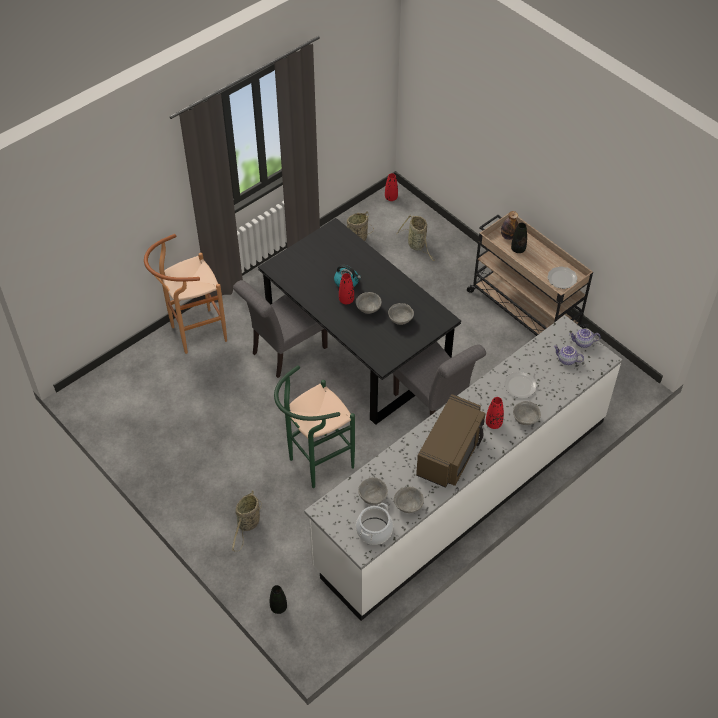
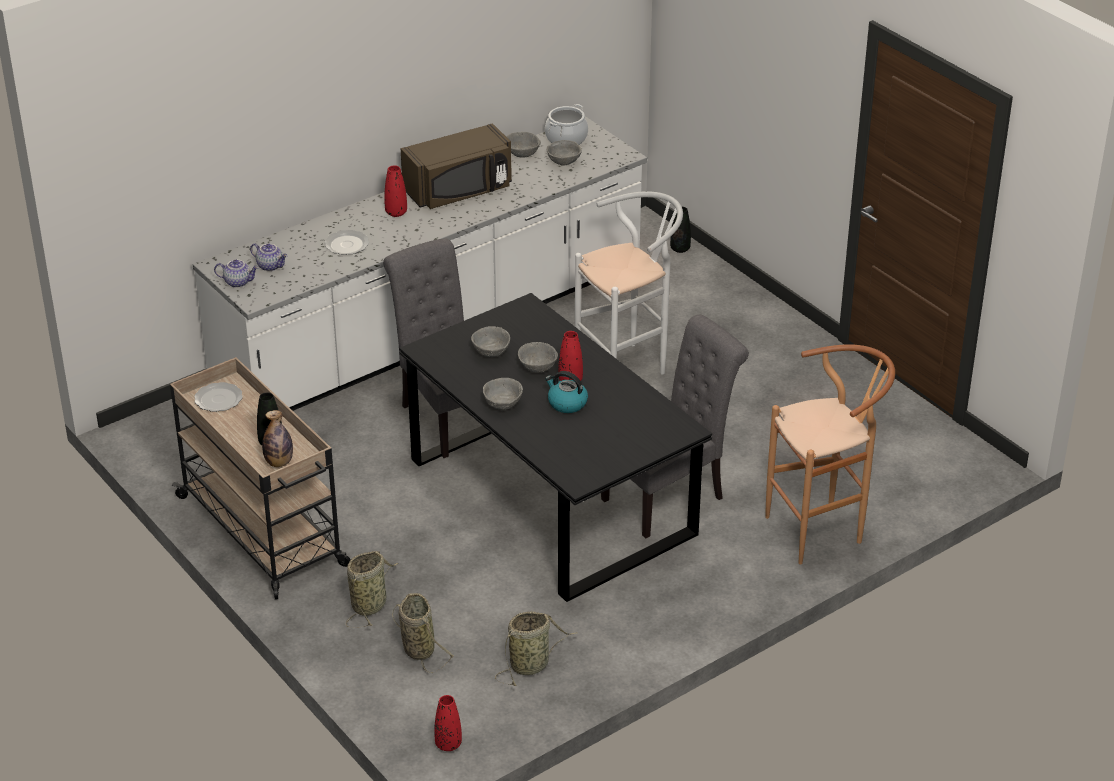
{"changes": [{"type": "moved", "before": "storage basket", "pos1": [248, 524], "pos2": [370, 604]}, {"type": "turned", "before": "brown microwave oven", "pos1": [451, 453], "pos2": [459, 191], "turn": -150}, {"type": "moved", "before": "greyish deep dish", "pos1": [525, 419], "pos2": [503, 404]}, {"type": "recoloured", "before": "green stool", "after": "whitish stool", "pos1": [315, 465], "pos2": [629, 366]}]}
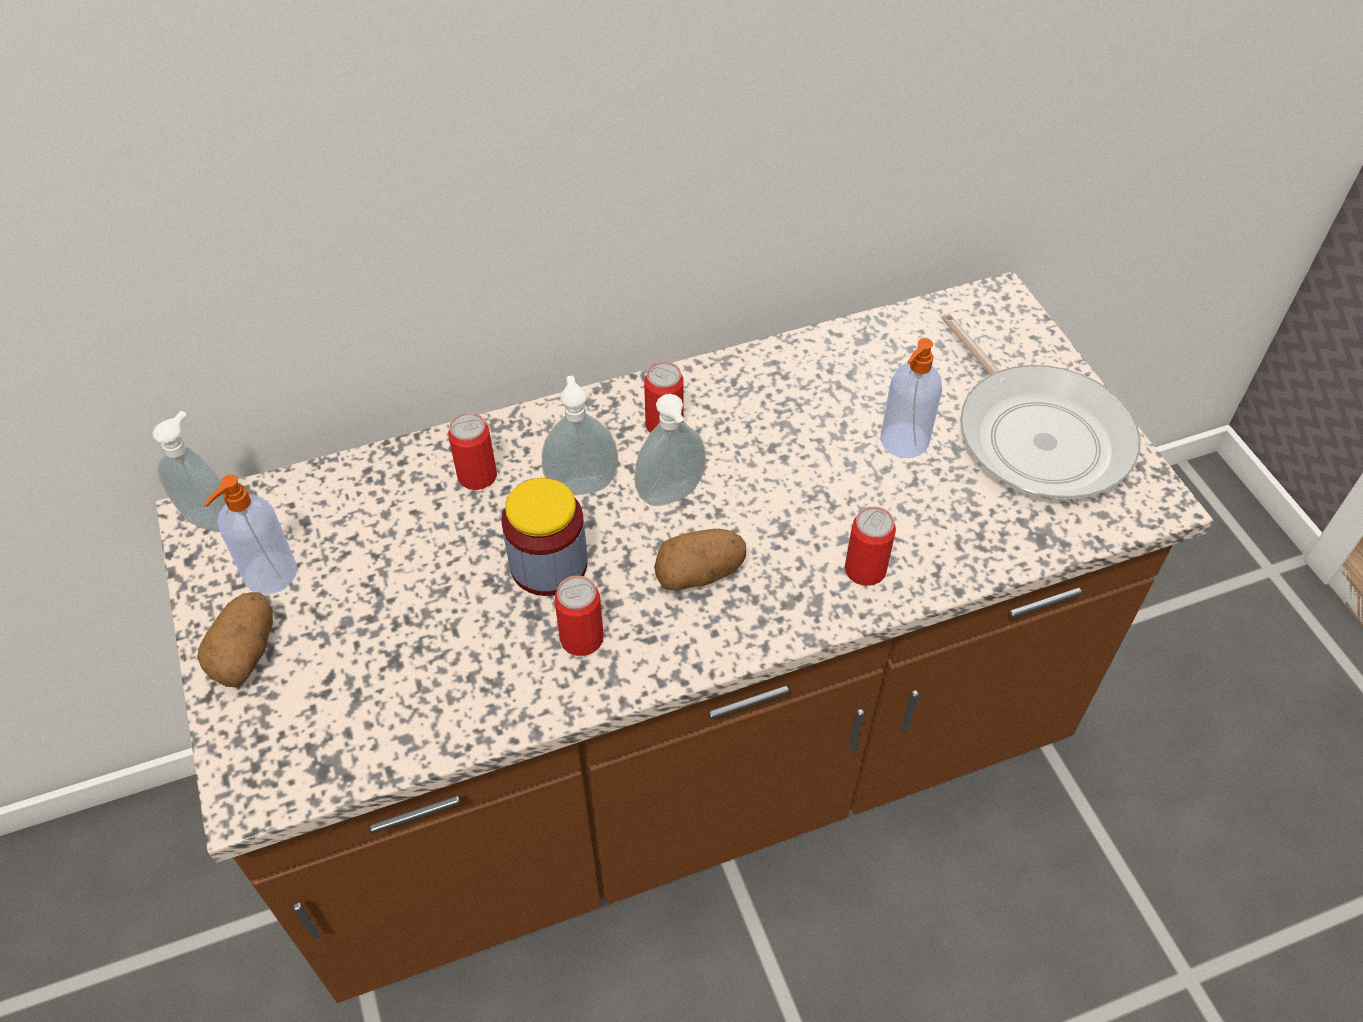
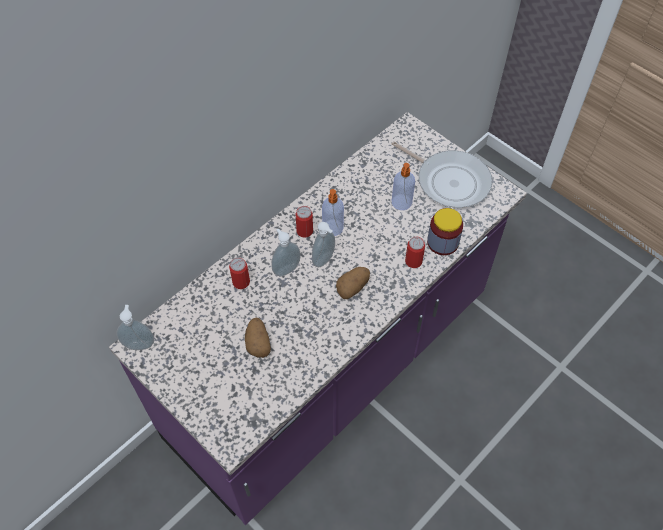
{"changes": [{"type": "recoloured", "before": "brown kitchen base unit", "after": "purple kitchen base unit", "pos1": [681, 767], "pos2": [331, 369]}, {"type": "moved", "before": "whole potato", "pos1": [246, 652], "pos2": [258, 343]}, {"type": "moved", "before": "soap dispenser", "pos1": [269, 575], "pos2": [332, 228]}, {"type": "moved", "before": "storage jar", "pos1": [549, 564], "pos2": [442, 242]}, {"type": "removed", "before": "metal can", "pos1": [582, 638]}]}
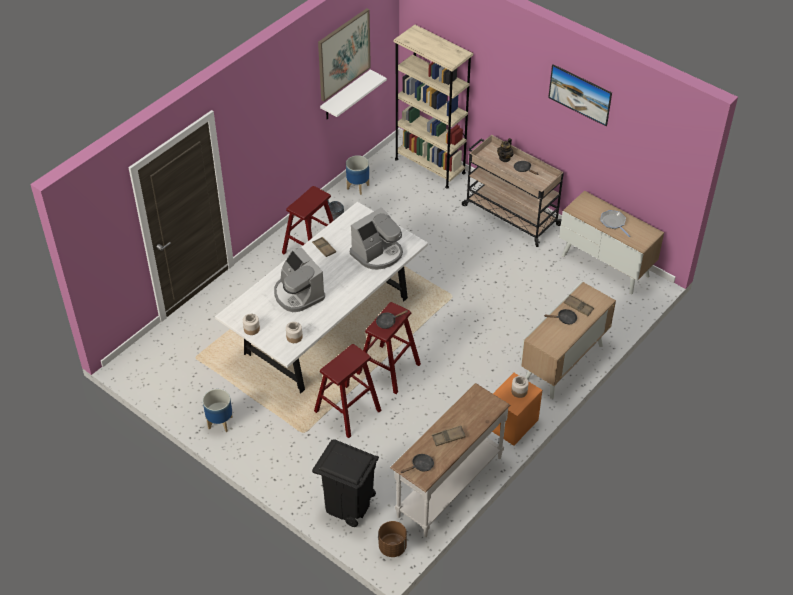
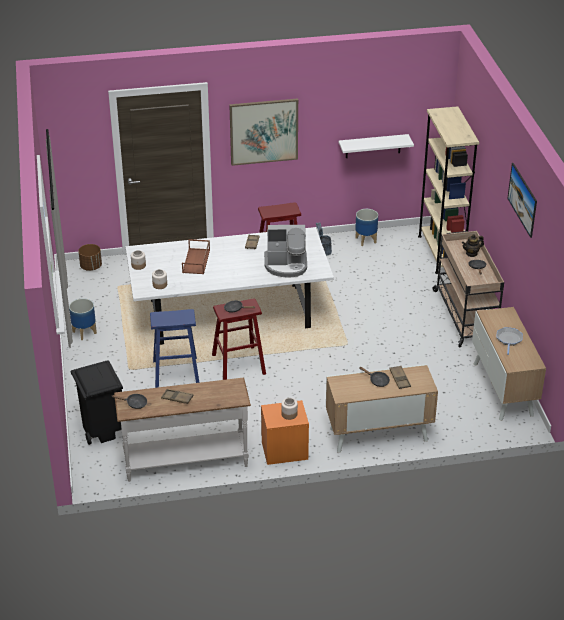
{"changes": [{"type": "moved", "before": "brown plant pot", "pos1": [392, 547], "pos2": [91, 267]}, {"type": "recoloured", "before": "red-coloured stool", "after": "blue stool", "pos1": [347, 411], "pos2": [176, 373]}, {"type": "replaced", "before": "coffee machine", "after": "brown serving tray", "pos1": [298, 294], "pos2": [196, 261]}, {"type": "moved", "before": "wall art", "pos1": [343, 54], "pos2": [264, 131]}]}
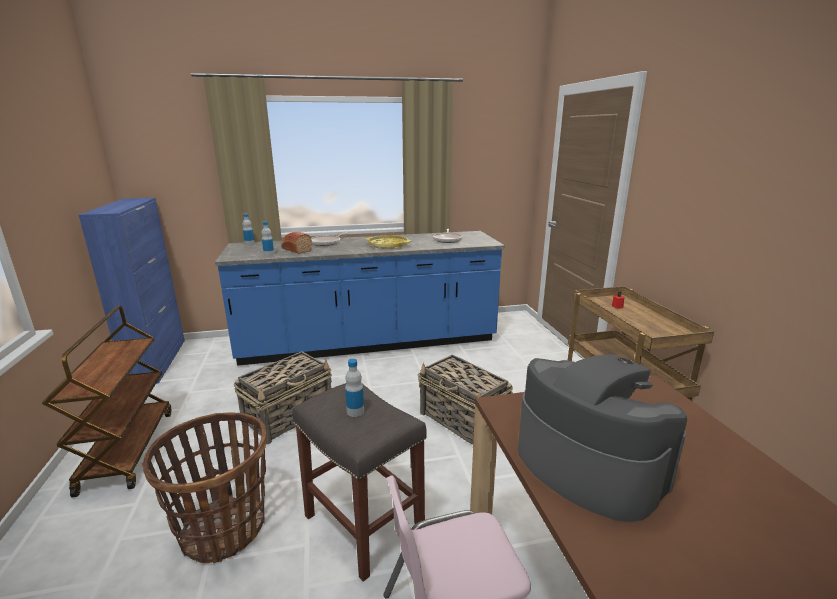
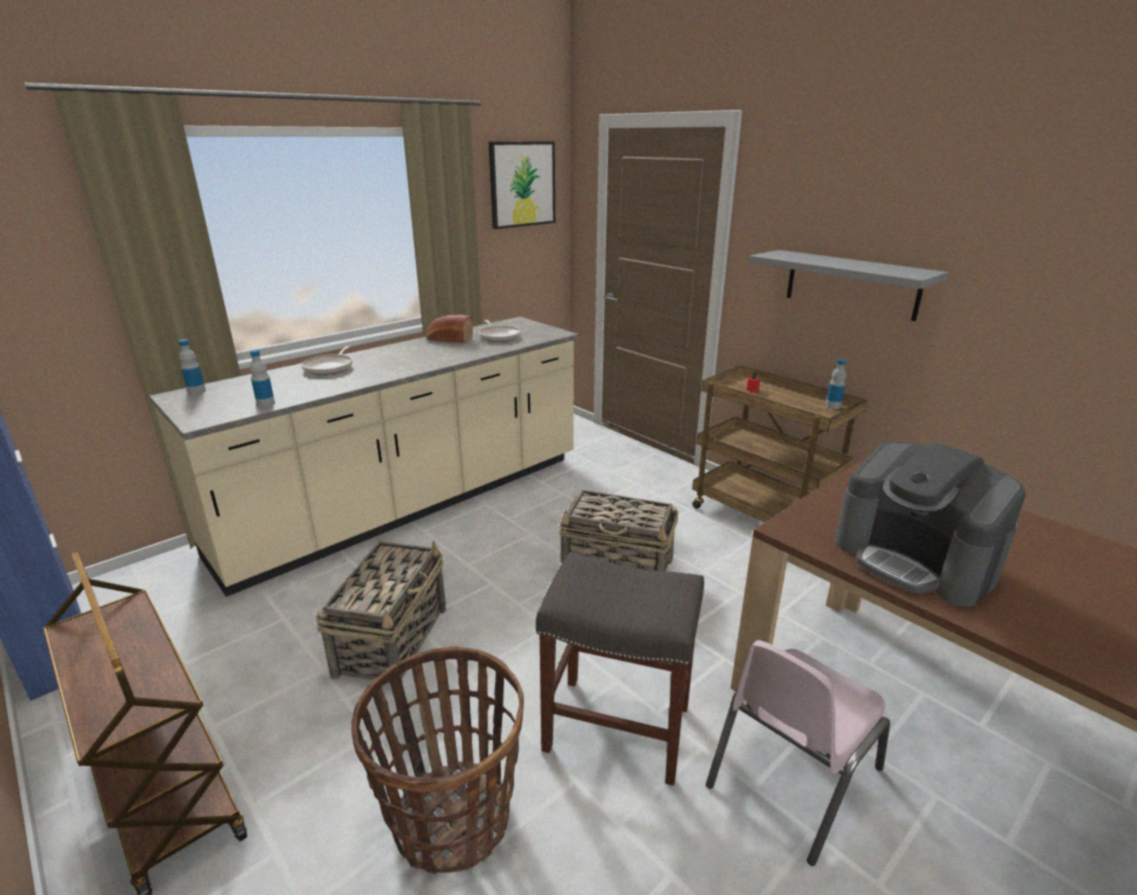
{"changes": [{"type": "recoloured", "before": "blue kitchen base unit", "after": "sand-coloured kitchen base unit", "pos1": [369, 344], "pos2": [410, 506]}, {"type": "moved", "before": "bakery bread", "pos1": [295, 249], "pos2": [449, 339]}, {"type": "added", "after": "wall art", "pos2": [522, 184]}, {"type": "added", "after": "greyish bracket shelf", "pos2": [851, 284]}, {"type": "moved", "before": "drink bottle", "pos1": [355, 411], "pos2": [833, 406]}, {"type": "turned", "before": "coffee machine", "pos1": [587, 464], "pos2": [914, 559], "turn": -150}, {"type": "removed", "before": "yellowish serving tray", "pos1": [388, 245]}]}
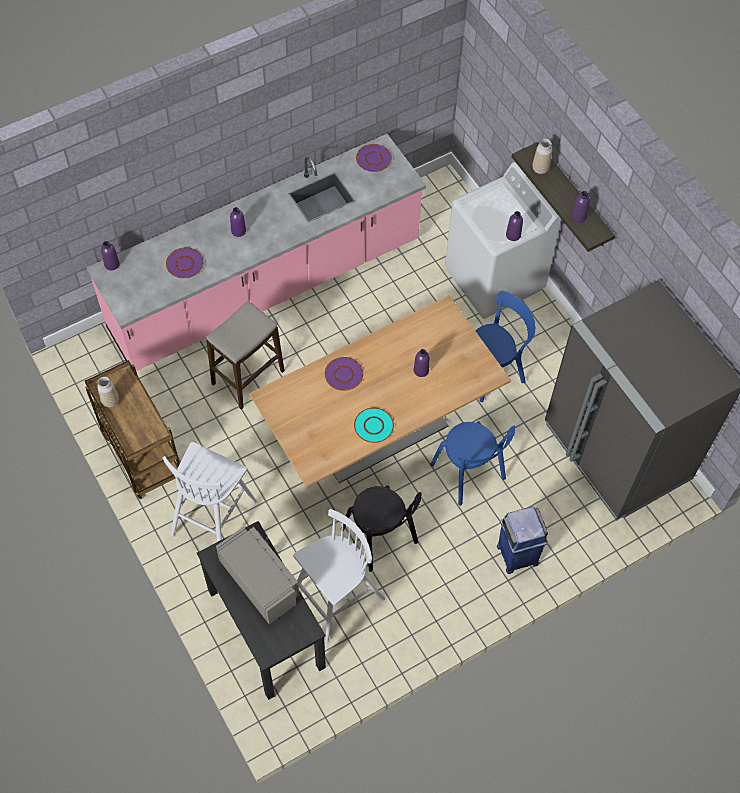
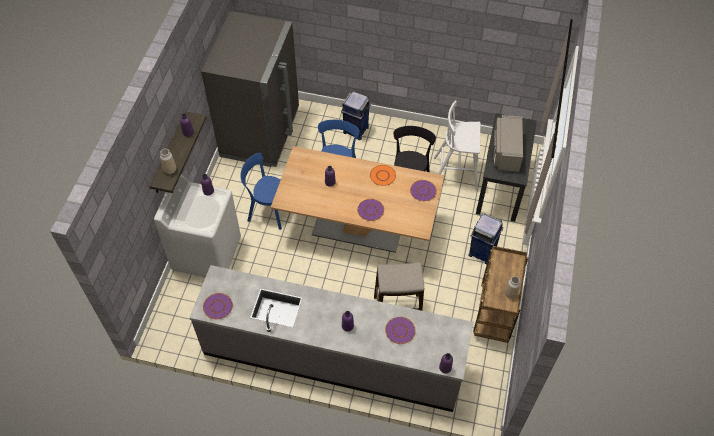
{"changes": [{"type": "recoloured", "before": "pinkish kitchen base unit", "after": "greyish kitchen base unit", "pos1": [266, 286], "pos2": [333, 357]}, {"type": "recoloured", "before": "turquoise-coloured flat dish", "after": "orangey flat dish", "pos1": [374, 426], "pos2": [382, 175]}, {"type": "added", "after": "purple flat dish", "pos2": [423, 191]}, {"type": "replaced", "before": "whitish stool", "after": "blue rubbish bin", "pos1": [215, 516], "pos2": [482, 252]}]}
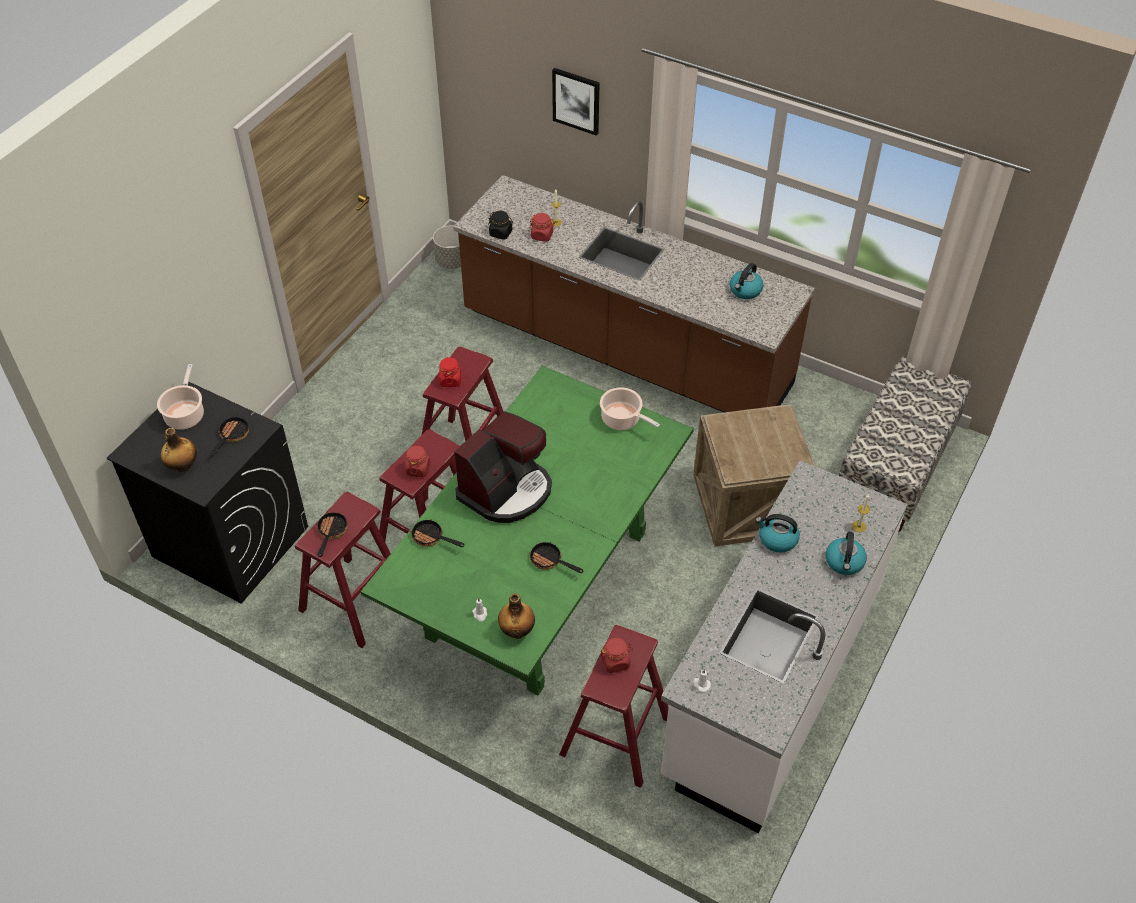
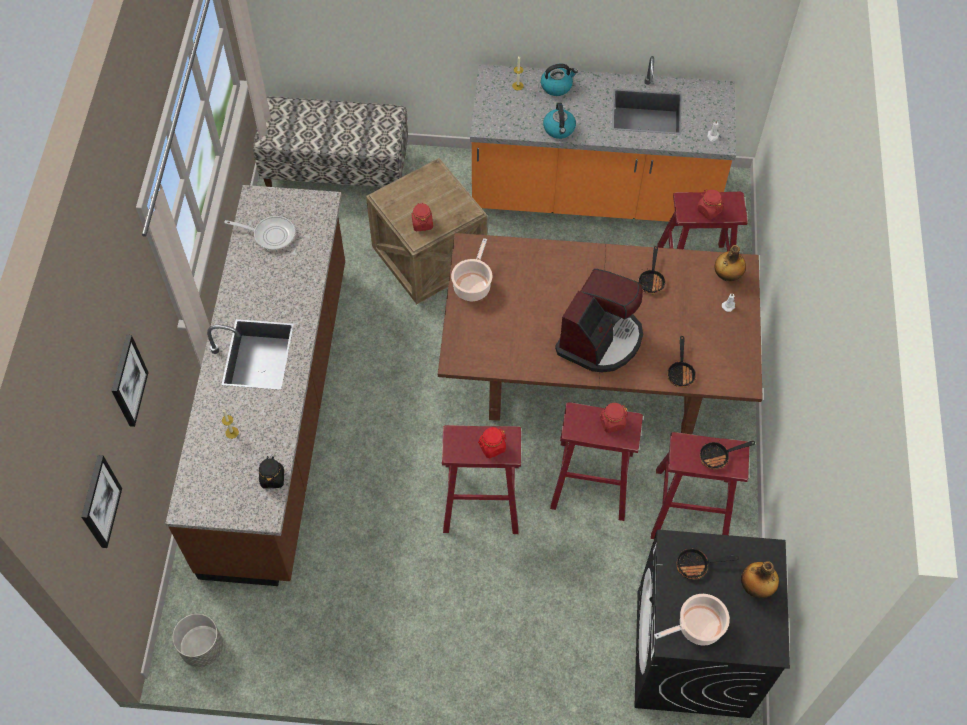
{"changes": [{"type": "added", "after": "wall art", "pos2": [99, 501]}, {"type": "replaced", "before": "kettle", "after": "frying pan", "pos1": [745, 291], "pos2": [271, 235]}, {"type": "moved", "before": "red-coloured storage jar", "pos1": [542, 235], "pos2": [422, 223]}, {"type": "recoloured", "before": "green dining table", "after": "brown dining table", "pos1": [537, 585], "pos2": [594, 375]}, {"type": "recoloured", "before": "whitish kitchen base unit", "after": "orangey kitchen base unit", "pos1": [770, 684], "pos2": [593, 194]}, {"type": "turned", "before": "coffee machine", "pos1": [506, 491], "pos2": [600, 339], "turn": 105}]}
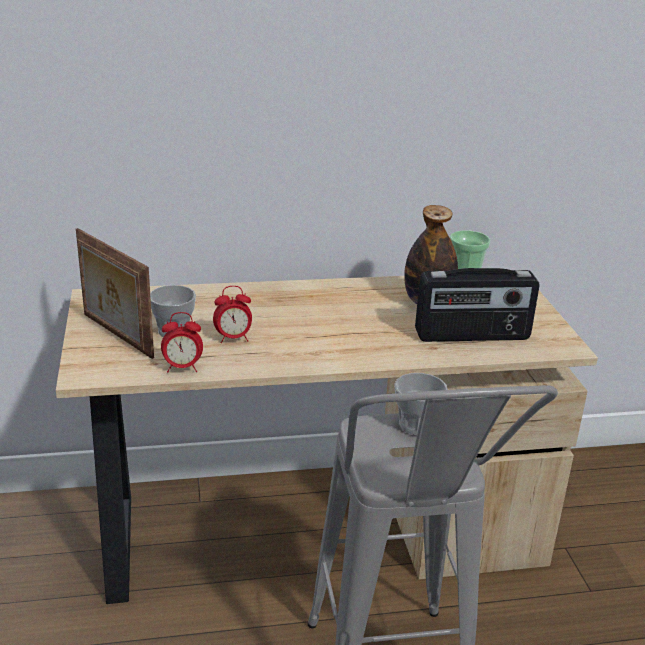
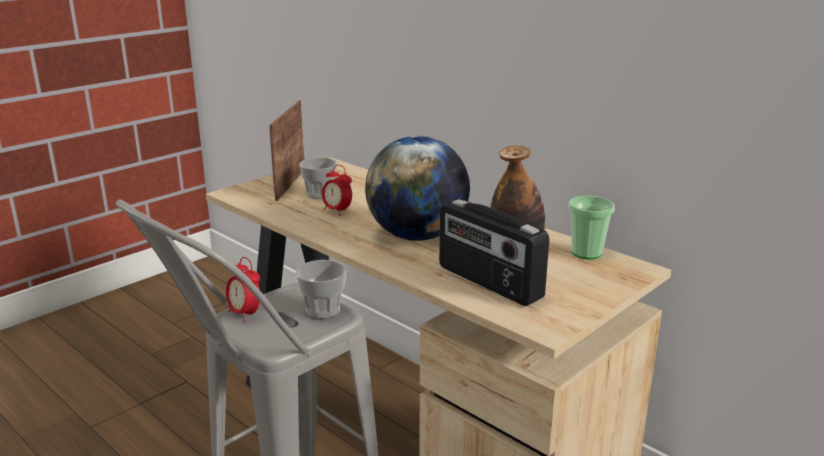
{"changes": [{"type": "moved", "before": "bedside clock", "pos1": [182, 368], "pos2": [245, 314]}, {"type": "added", "after": "desk globe", "pos2": [417, 236]}]}
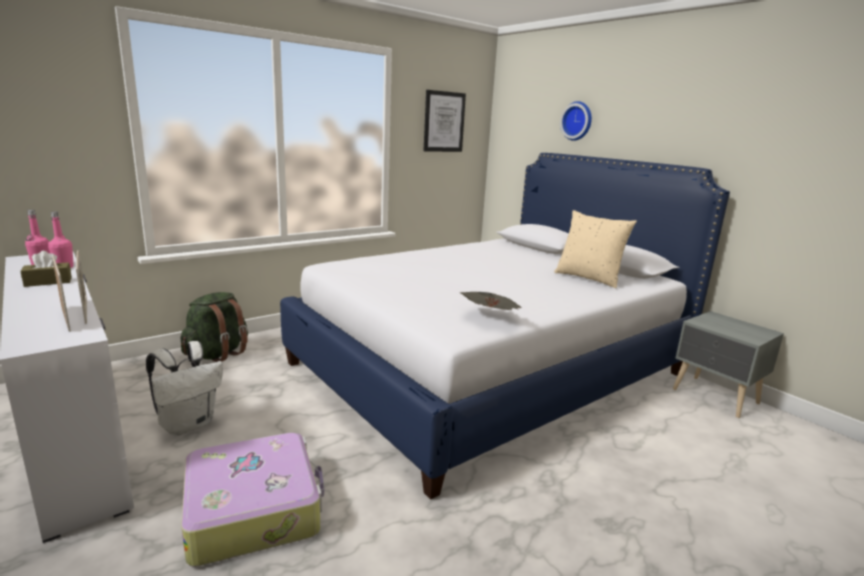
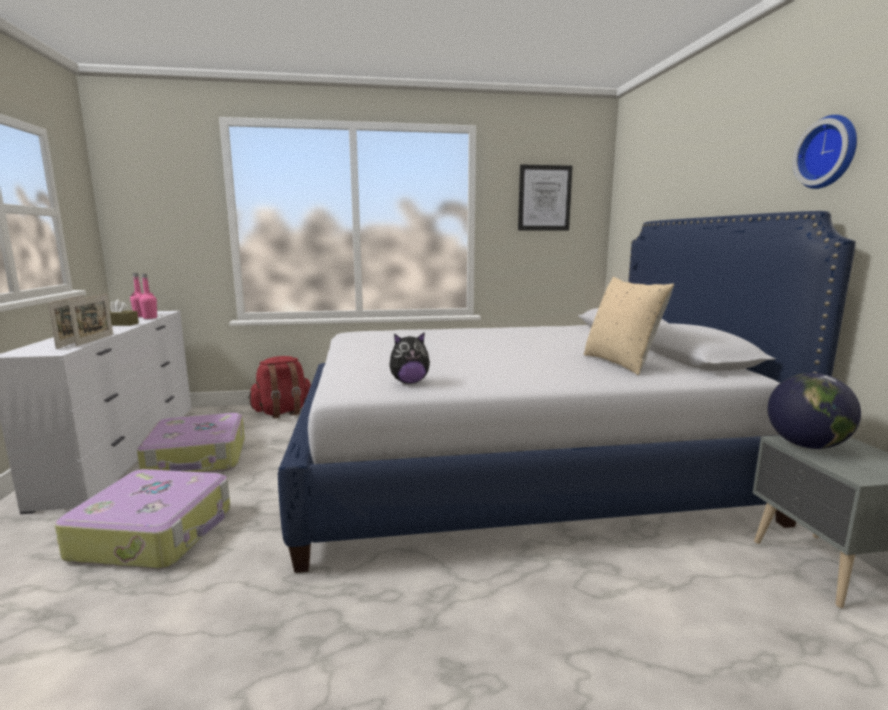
{"changes": [{"type": "replaced", "before": "whitish knapsack", "after": "travel case", "pos1": [188, 424], "pos2": [198, 458]}, {"type": "recoloured", "before": "green knapsack", "after": "red-coloured knapsack", "pos1": [217, 354], "pos2": [283, 412]}, {"type": "replaced", "before": "daily paper", "after": "soft toy", "pos1": [490, 317], "pos2": [409, 382]}, {"type": "added", "after": "desk globe", "pos2": [806, 445]}, {"type": "moved", "before": "hanging clock", "pos1": [577, 121], "pos2": [829, 152]}]}
